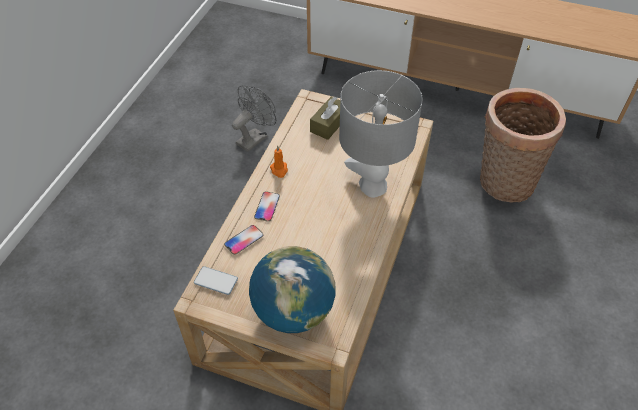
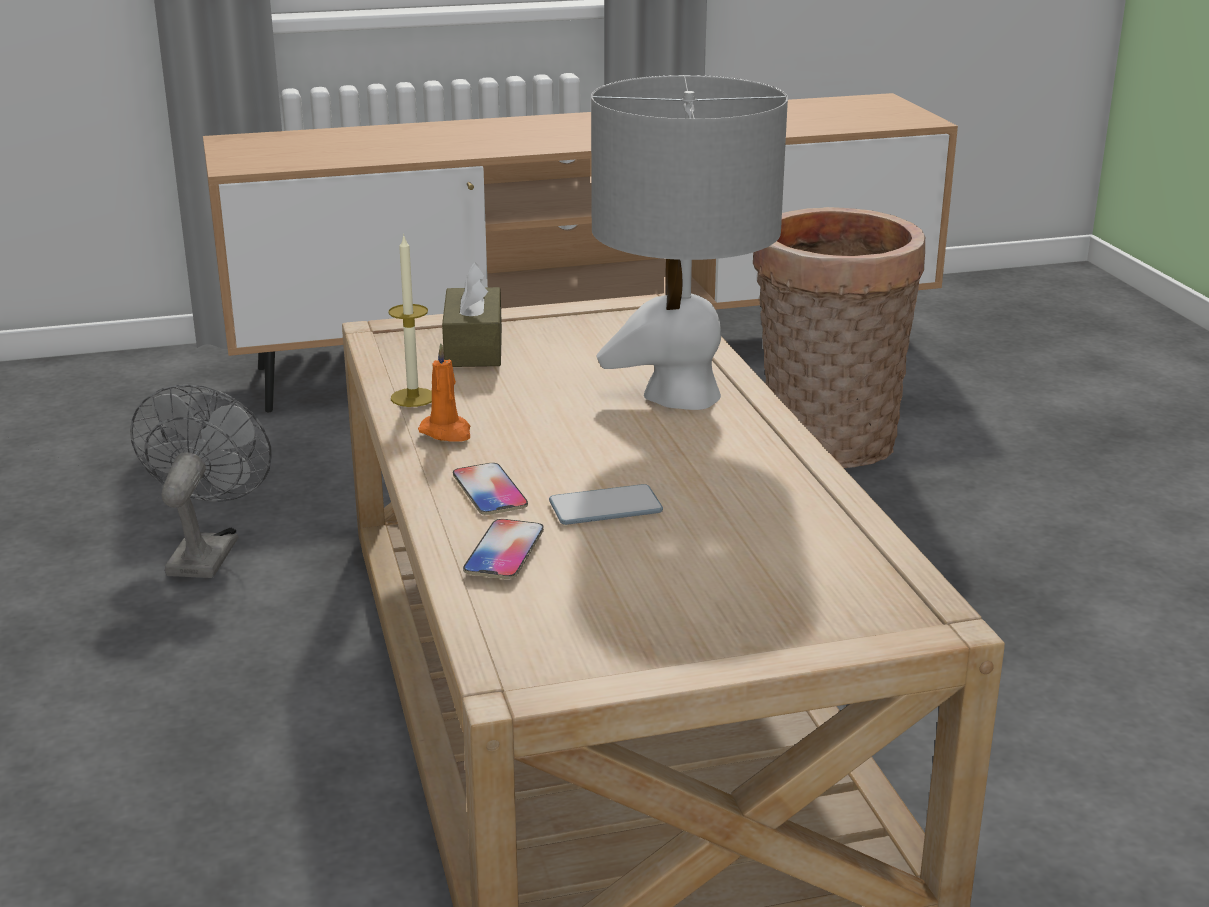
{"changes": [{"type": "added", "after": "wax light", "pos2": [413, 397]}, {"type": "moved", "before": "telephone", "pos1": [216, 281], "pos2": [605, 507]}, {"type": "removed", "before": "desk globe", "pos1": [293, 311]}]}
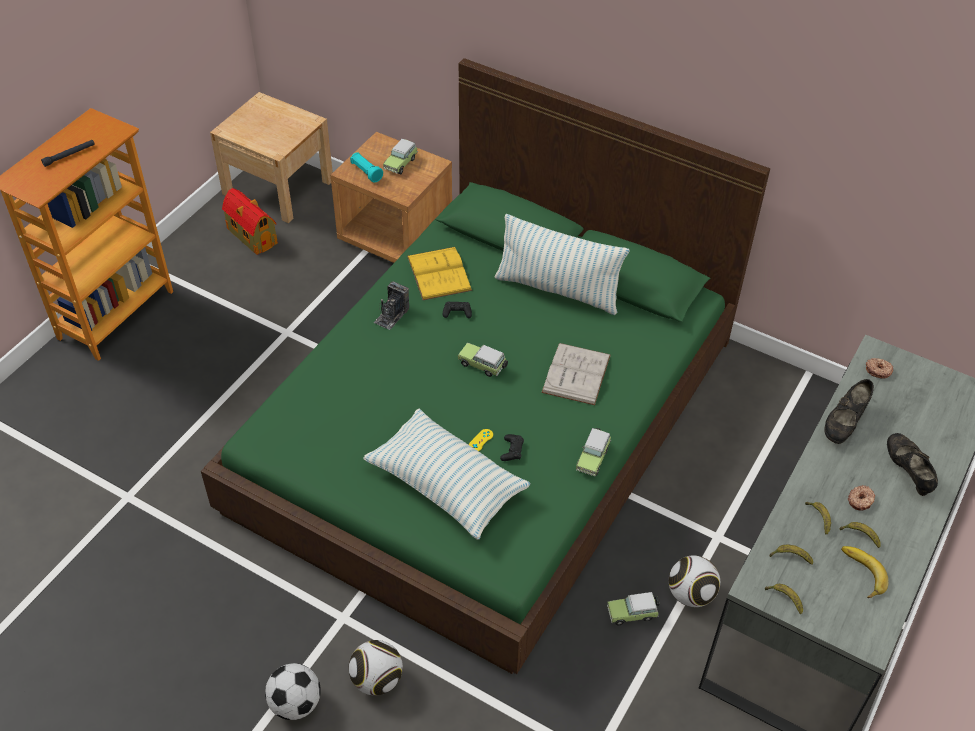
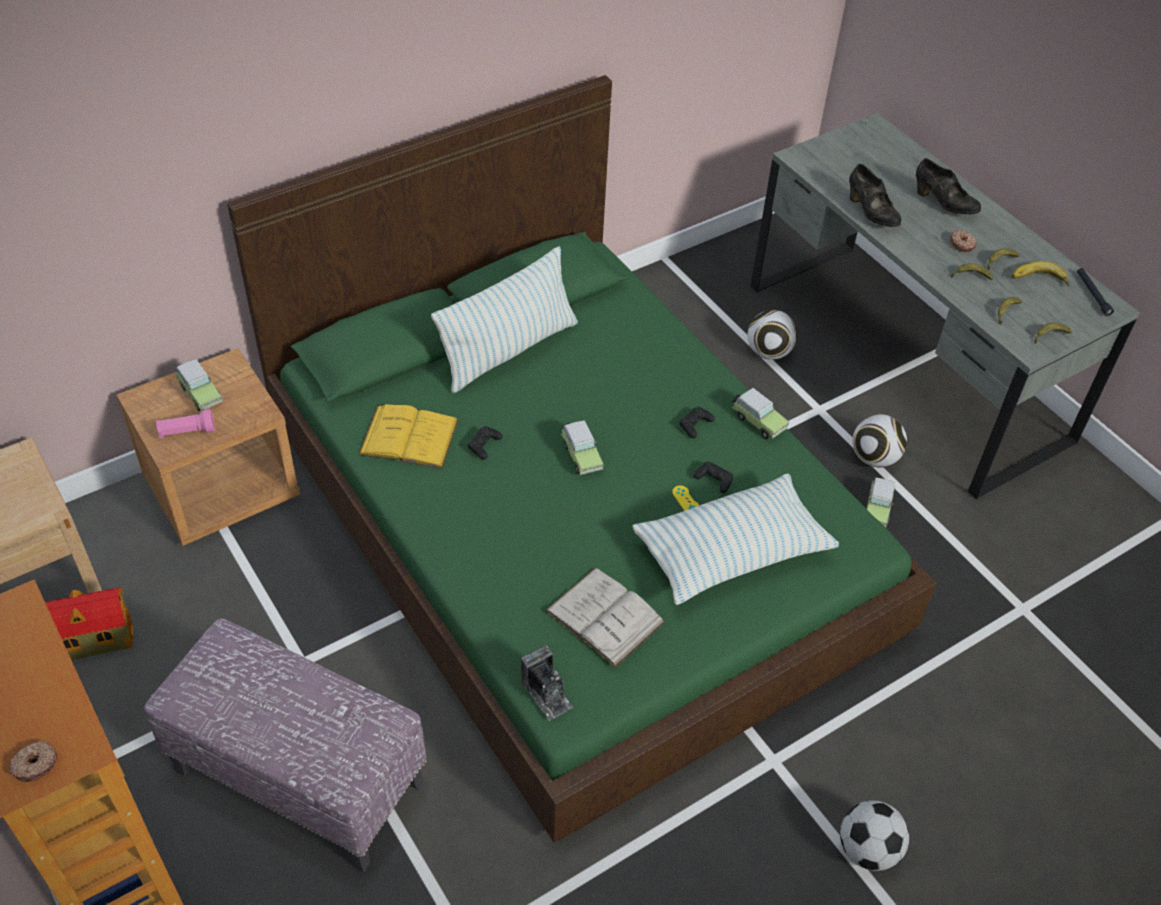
{"changes": [{"type": "moved", "before": "doughnut", "pos1": [878, 370], "pos2": [35, 764]}, {"type": "added", "after": "pouffe", "pos2": [297, 776]}, {"type": "recoloured", "before": "turquoise-coloured flashlight", "after": "pinkish flashlight", "pos1": [366, 172], "pos2": [187, 432]}, {"type": "moved", "before": "photo camera", "pos1": [392, 315], "pos2": [547, 694]}, {"type": "moved", "before": "whitish book", "pos1": [576, 373], "pos2": [604, 616]}, {"type": "turned", "before": "model car", "pos1": [483, 366], "pos2": [581, 455], "turn": -75}, {"type": "added", "after": "black game controller", "pos2": [695, 425]}, {"type": "moved", "before": "ball for football", "pos1": [376, 680], "pos2": [769, 352]}, {"type": "turned", "before": "black item of footwear", "pos1": [907, 472], "pos2": [943, 204], "turn": -150}, {"type": "moved", "before": "black flashlight", "pos1": [69, 155], "pos2": [1092, 294]}]}
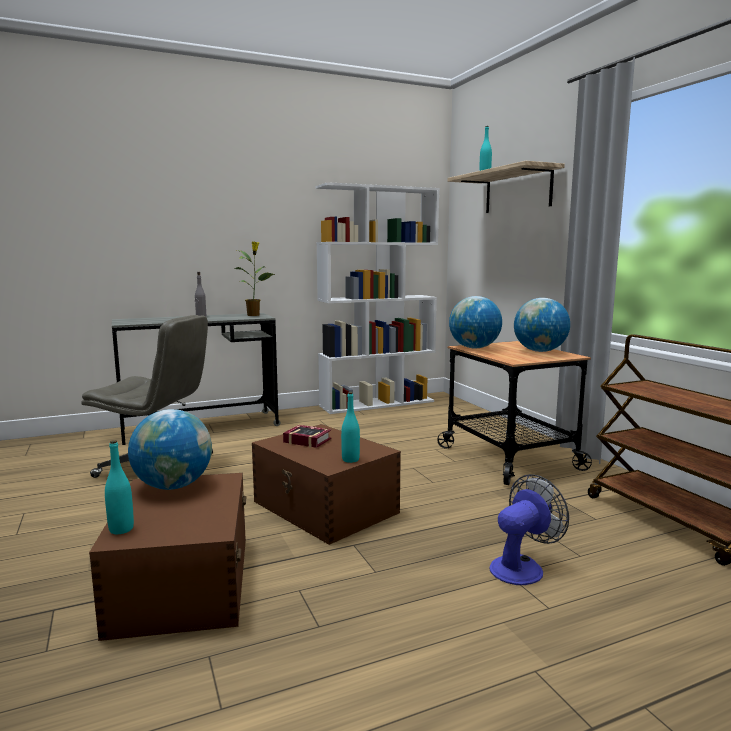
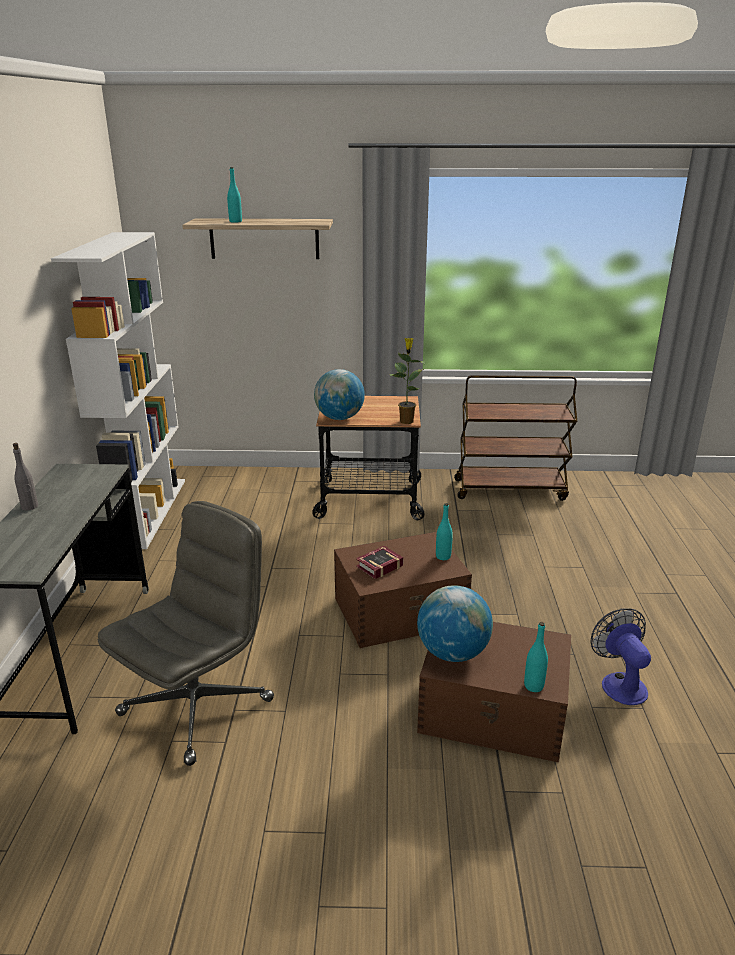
{"changes": [{"type": "moved", "before": "plant in a pot", "pos1": [254, 315], "pos2": [406, 421]}, {"type": "moved", "before": "cooling fan", "pos1": [522, 567], "pos2": [619, 683]}, {"type": "removed", "before": "desk globe", "pos1": [539, 351]}]}
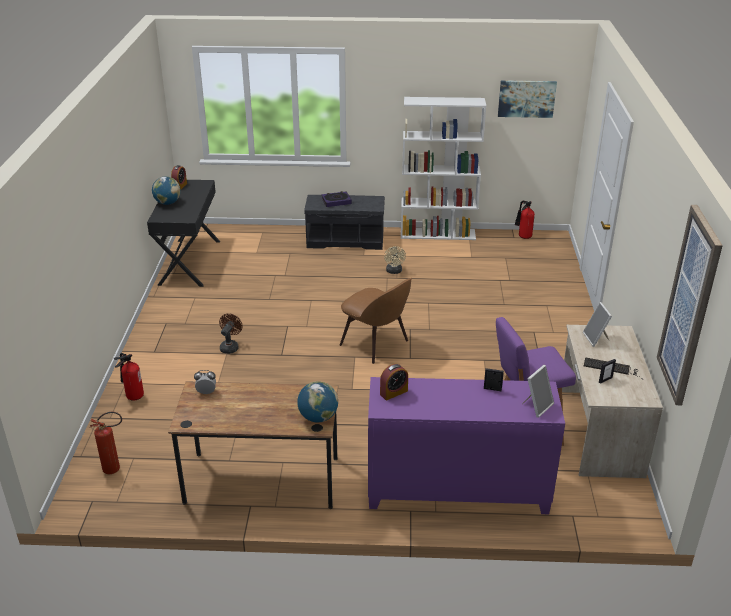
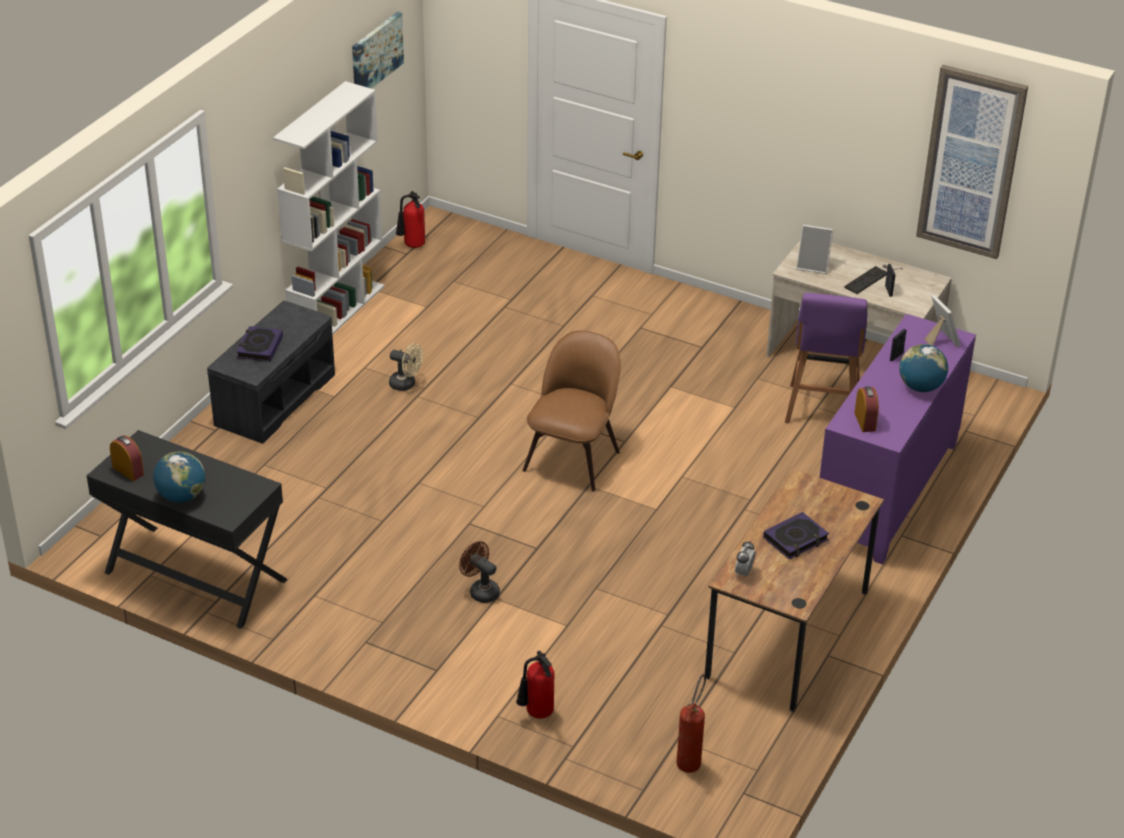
{"changes": [{"type": "turned", "before": "brown plain chair", "pos1": [376, 344], "pos2": [573, 458], "turn": -45}, {"type": "added", "after": "book", "pos2": [795, 539]}, {"type": "moved", "before": "desk globe", "pos1": [318, 417], "pos2": [920, 387]}]}
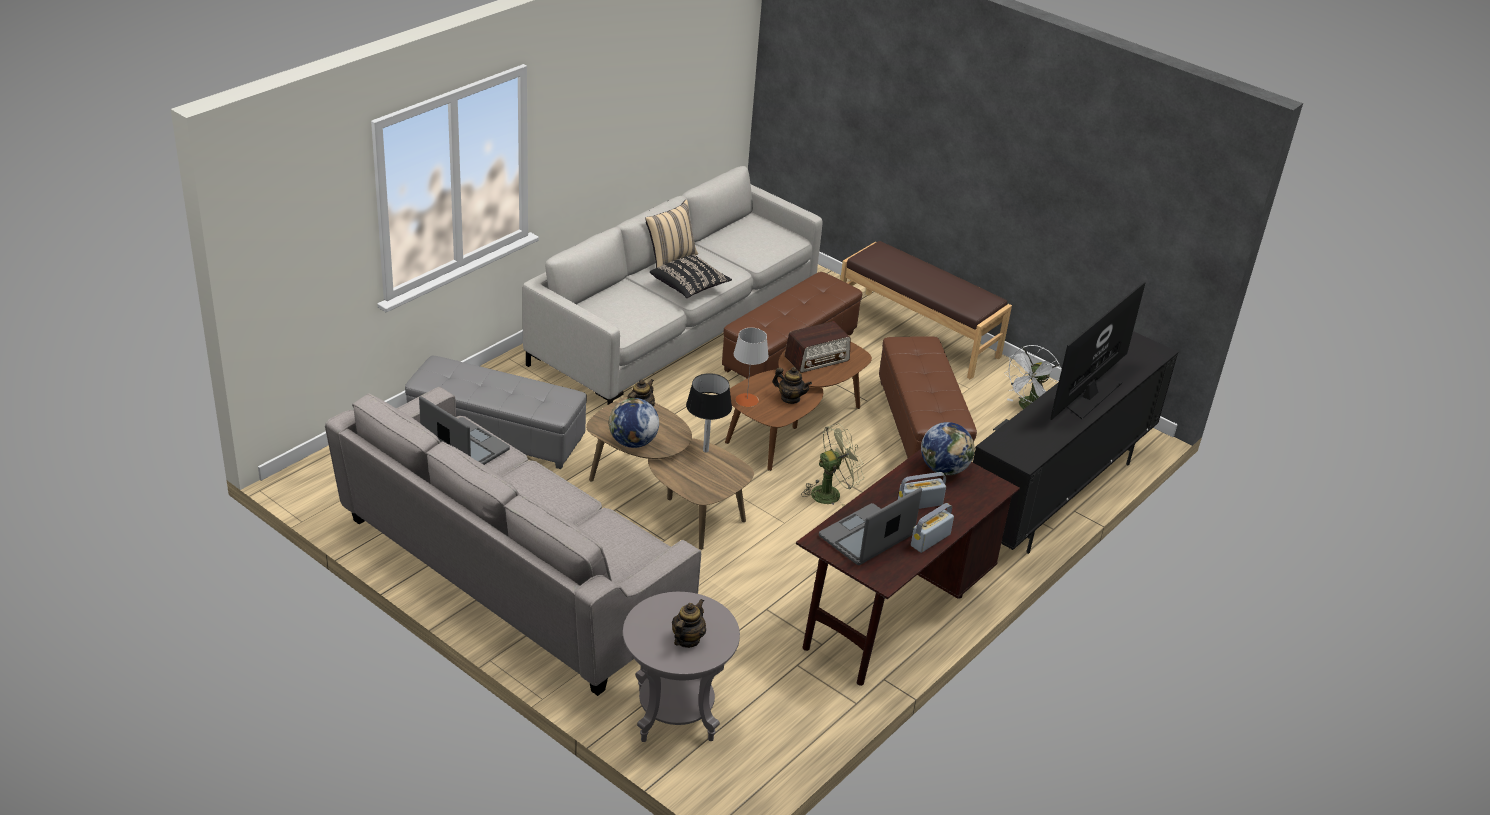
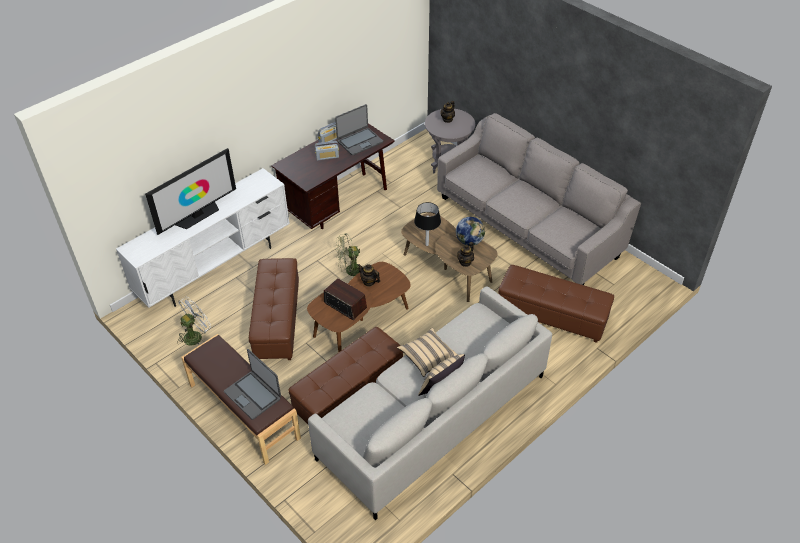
{"changes": [{"type": "recoloured", "before": "black tv stand", "after": "whitish tv stand", "pos1": [1057, 496], "pos2": [216, 268]}, {"type": "moved", "before": "laptop", "pos1": [465, 447], "pos2": [253, 395]}, {"type": "turned", "before": "radio receiver", "pos1": [817, 359], "pos2": [345, 305], "turn": 60}, {"type": "recoloured", "before": "black pillow", "after": "sand-coloured pillow", "pos1": [689, 286], "pos2": [427, 357]}, {"type": "recoloured", "before": "greyish pouffe", "after": "brown pouffe", "pos1": [496, 435], "pos2": [552, 315]}, {"type": "removed", "before": "greyish lamp for a table", "pos1": [746, 400]}, {"type": "removed", "before": "desk globe", "pos1": [944, 469]}]}
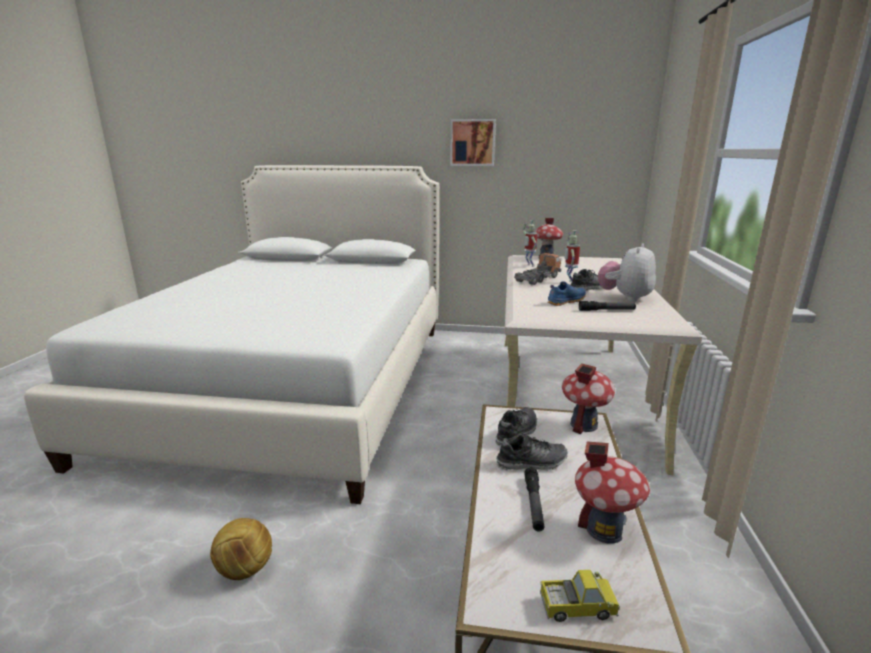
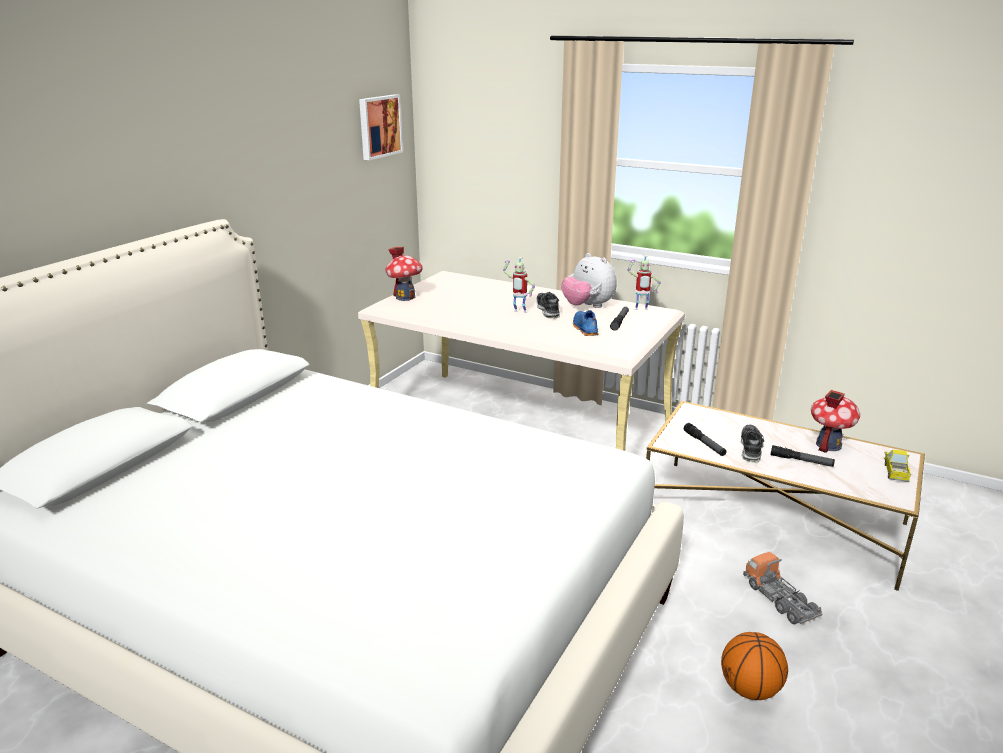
{"changes": [{"type": "moved", "before": "wall art", "pos1": [472, 142], "pos2": [379, 126]}, {"type": "moved", "before": "toy robot", "pos1": [528, 265], "pos2": [641, 310]}, {"type": "replaced", "before": "item of footwear", "after": "flashlight", "pos1": [516, 433], "pos2": [704, 444]}, {"type": "replaced", "before": "ball for football", "after": "basketball", "pos1": [244, 569], "pos2": [750, 689]}, {"type": "moved", "before": "toy truck", "pos1": [537, 279], "pos2": [780, 599]}, {"type": "removed", "before": "miniature house", "pos1": [583, 424]}]}
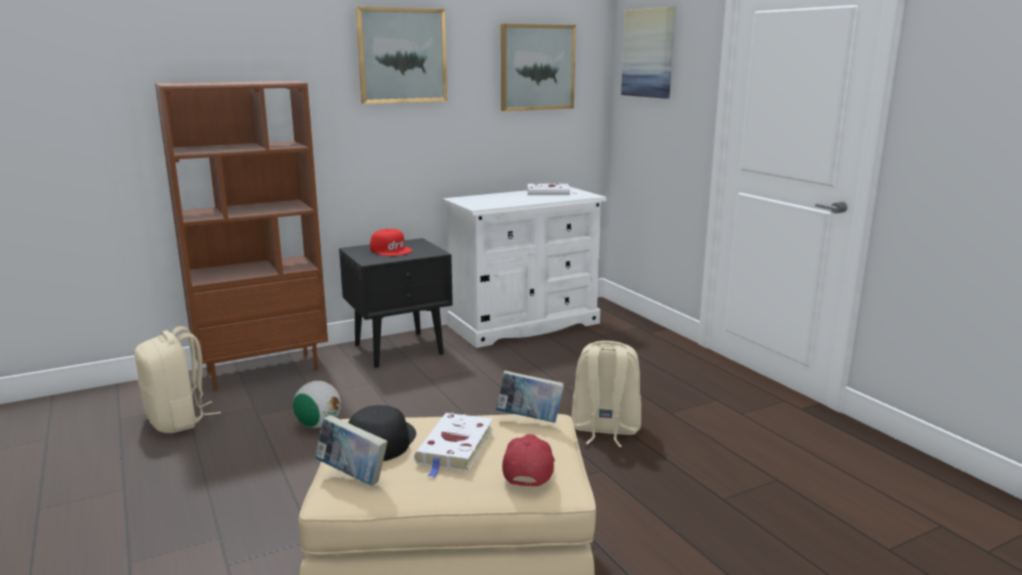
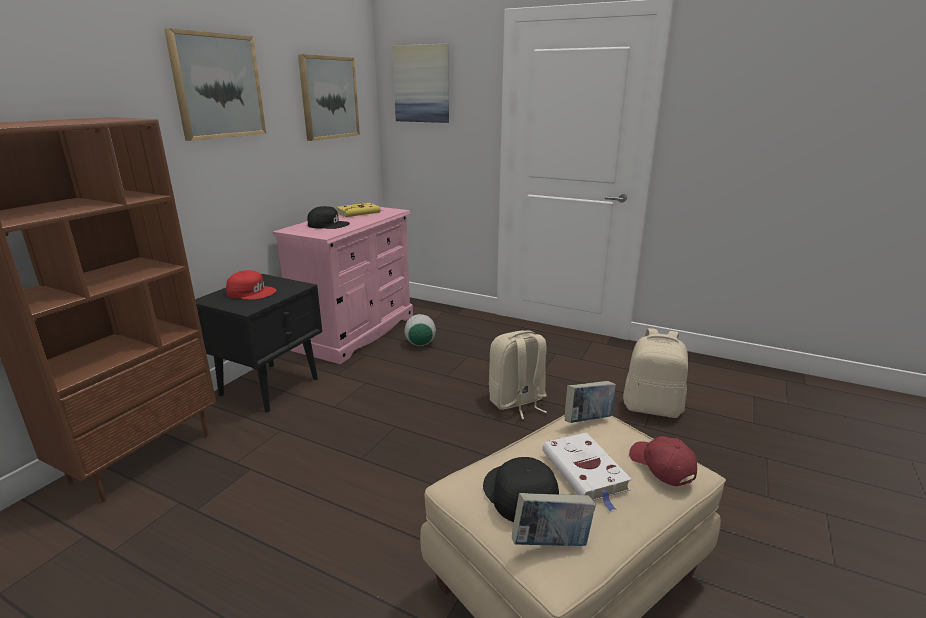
{"changes": [{"type": "recoloured", "before": "whitish drawer chest", "after": "pinkish drawer chest", "pos1": [524, 324], "pos2": [356, 332]}, {"type": "added", "after": "black baseball cap", "pos2": [328, 224]}, {"type": "recoloured", "before": "whitish book", "after": "yellowish book", "pos1": [549, 193], "pos2": [359, 213]}, {"type": "moved", "before": "ball for football", "pos1": [319, 425], "pos2": [420, 344]}, {"type": "moved", "before": "sand-coloured knapsack", "pos1": [178, 420], "pos2": [652, 407]}]}
